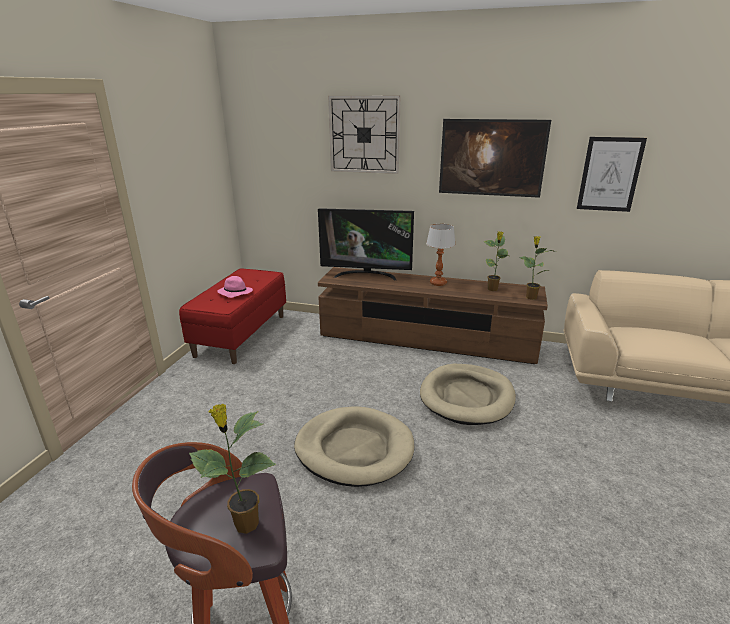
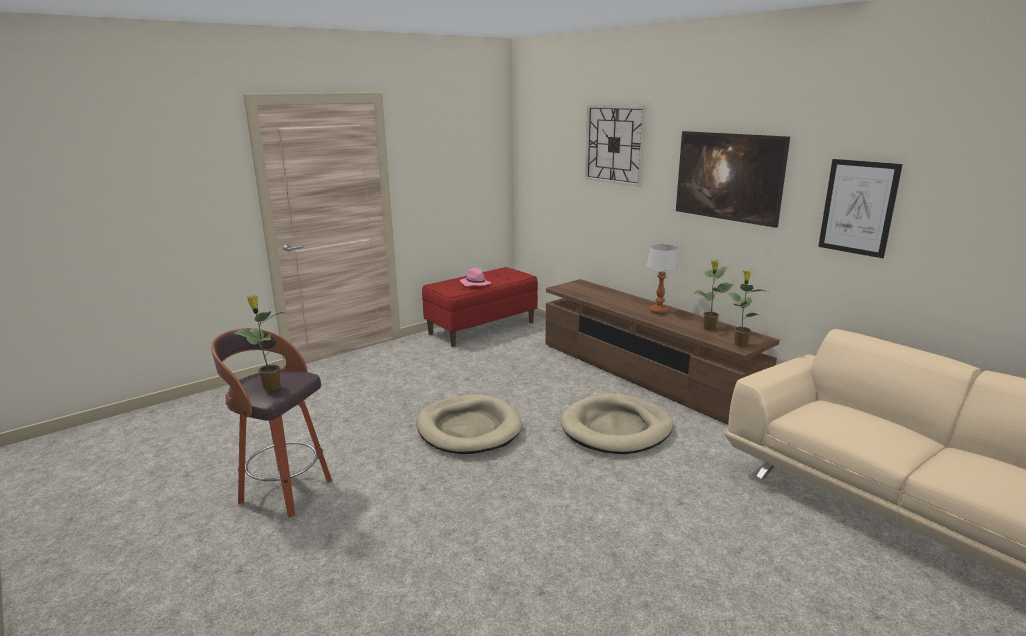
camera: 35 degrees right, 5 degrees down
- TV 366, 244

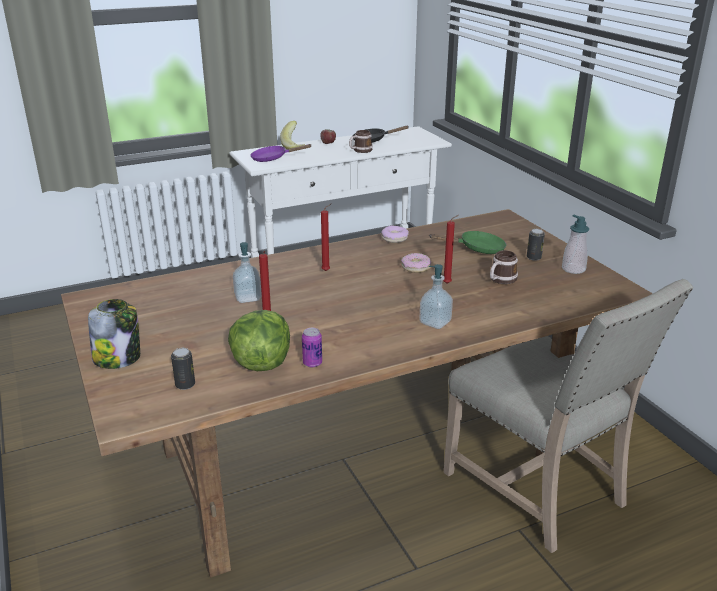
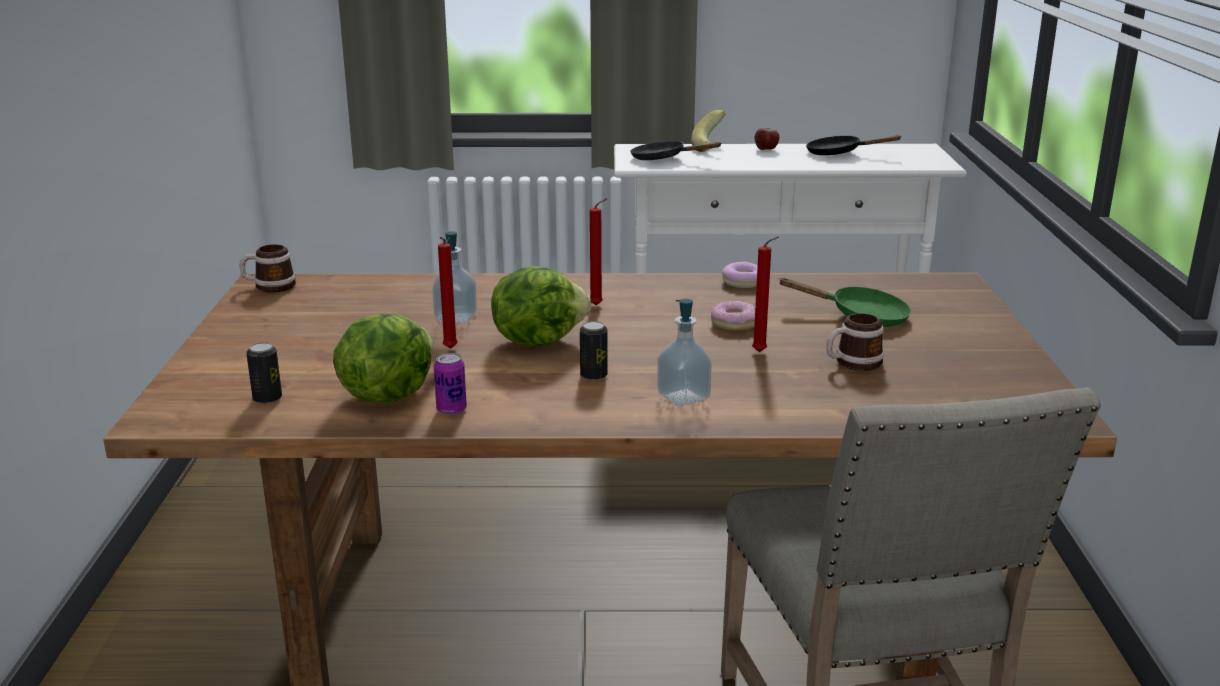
camera: 25 degrees right, 5 degrees down
- preserve jar 114, 334
- liquid soap bottle 575, 244
+ lettuce head 541, 306
~ mug 361, 141 to 268, 268
~ sealed can 536, 245 to 594, 350
~ purplish pan 281, 153 to blackish pan 676, 150

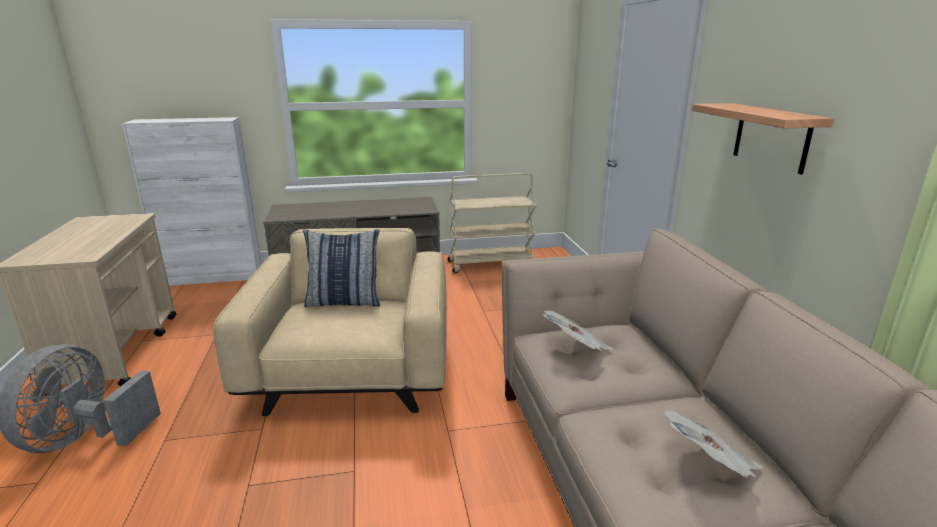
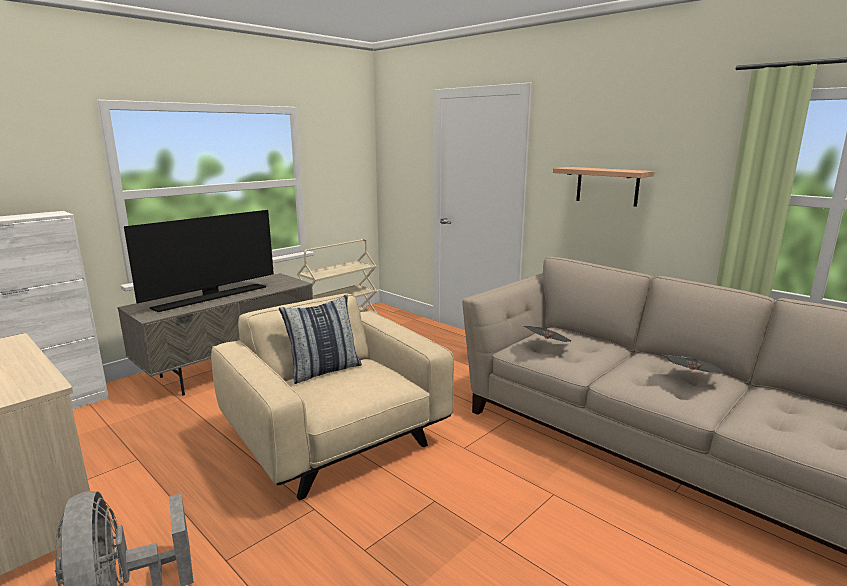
camera: 35 degrees left, 5 degrees down
+ TV 199, 261

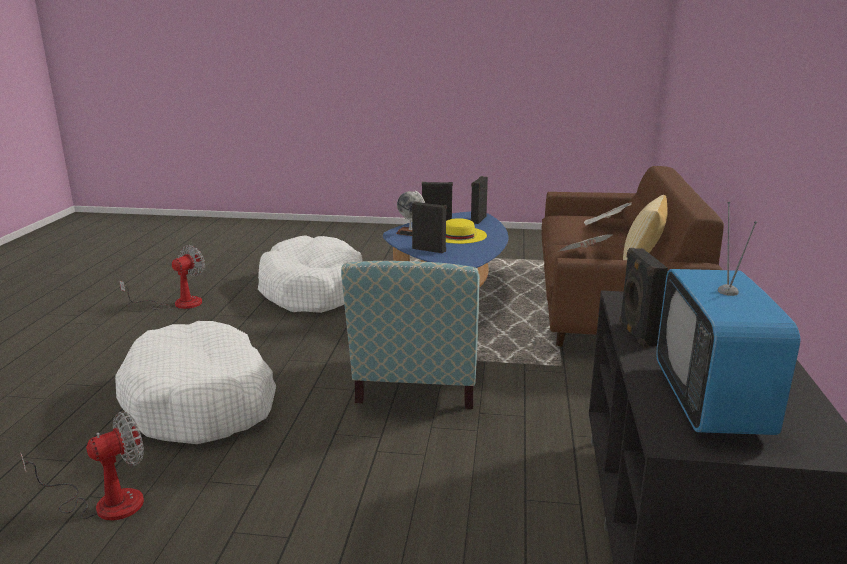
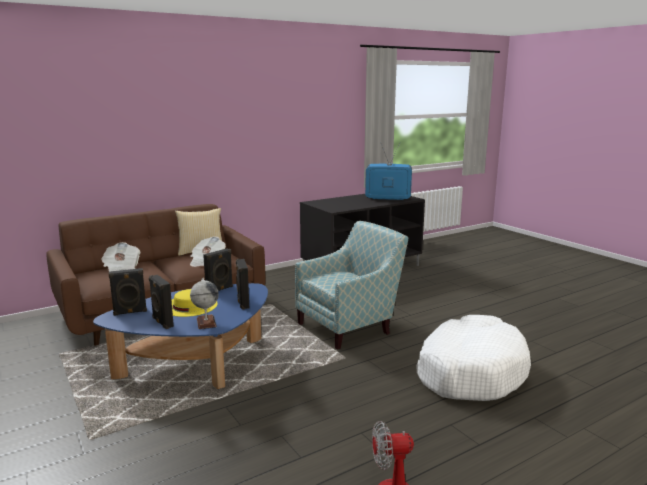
camera: 130 degrees left, 5 degrees down
- electric fan 82, 466
- white dog cushion 310, 274
~ blackish speaker 643, 298 to 218, 269
~ TV 728, 318 = 388, 171 135 degrees counterclockwise

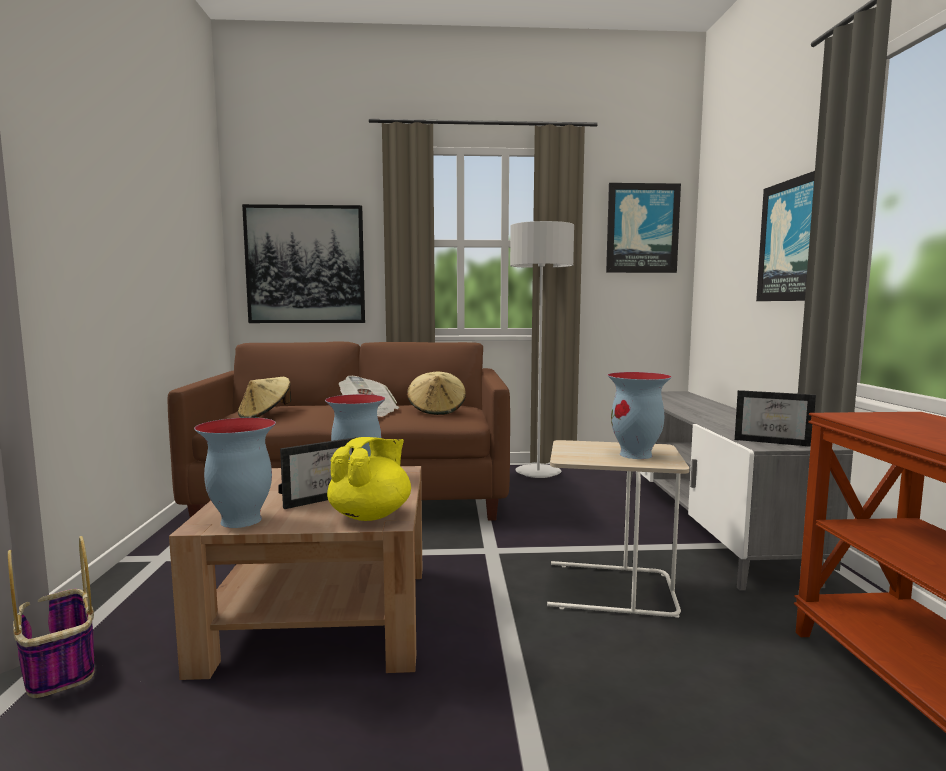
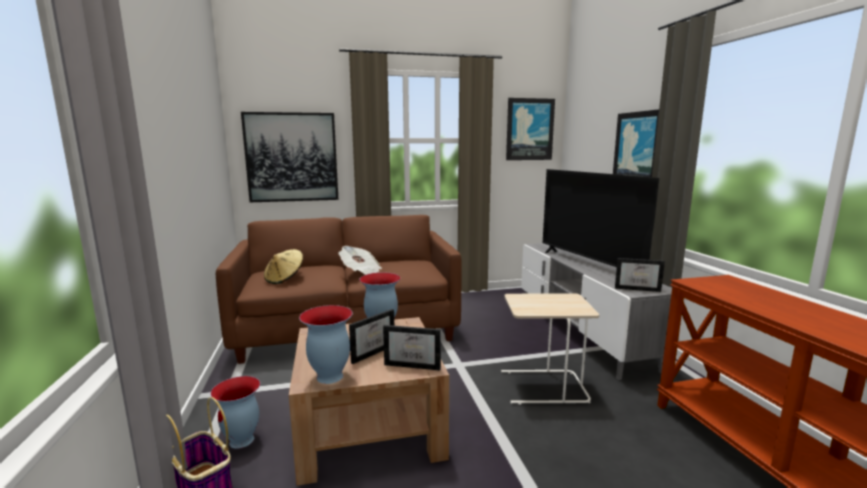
camera: 10 degrees left, 5 degrees up
- beige-coloured clothing hat 436, 393
- greyish standing lamp 542, 349
+ TV 601, 218
~ flower vase 640, 415 to 235, 412
~ yellow tea pot 369, 479 to picture frame 412, 347

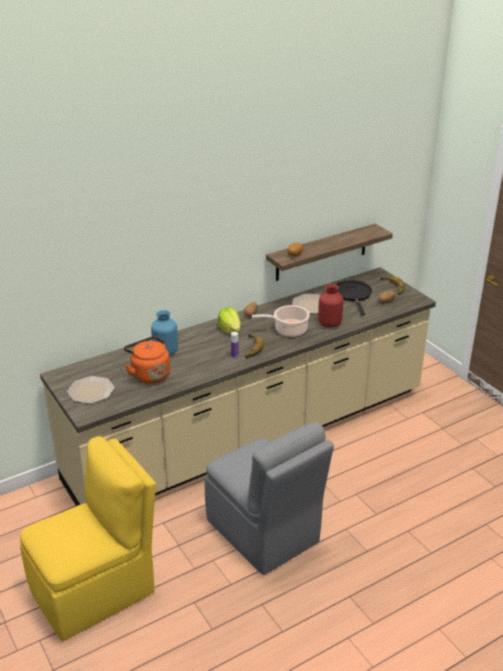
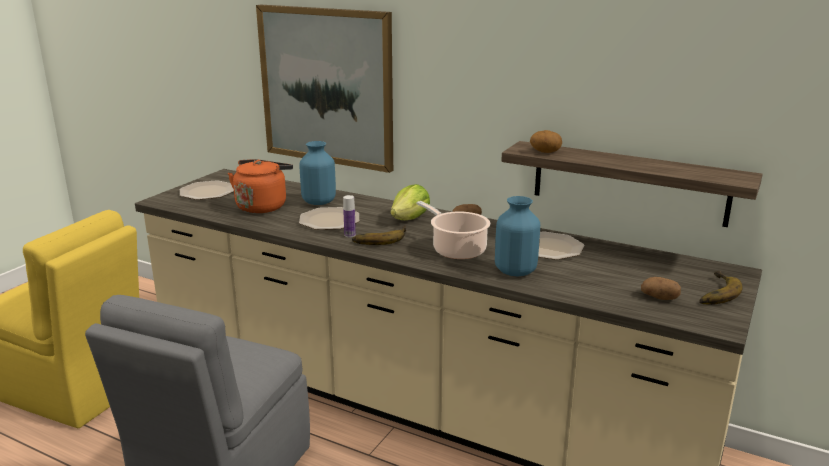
camera: 60 degrees right, 10 degrees down
- blackish pan 354, 298
+ picture 324, 89
+ flat dish 329, 218
~ reddish flower vase 330, 306 to bluish flower vase 517, 236

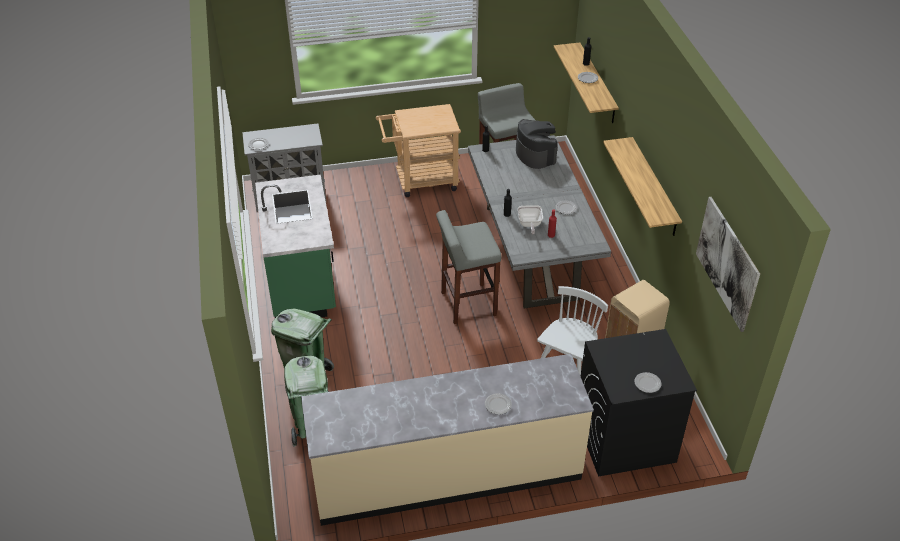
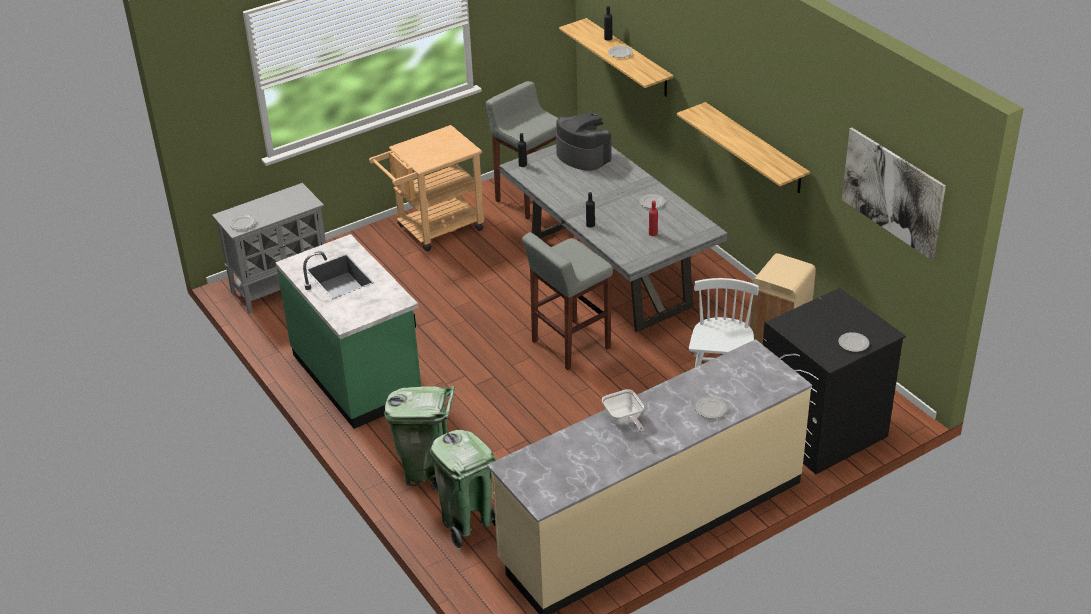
camera: 20 degrees left, 5 degrees down
~ pan 530, 219 to 623, 411

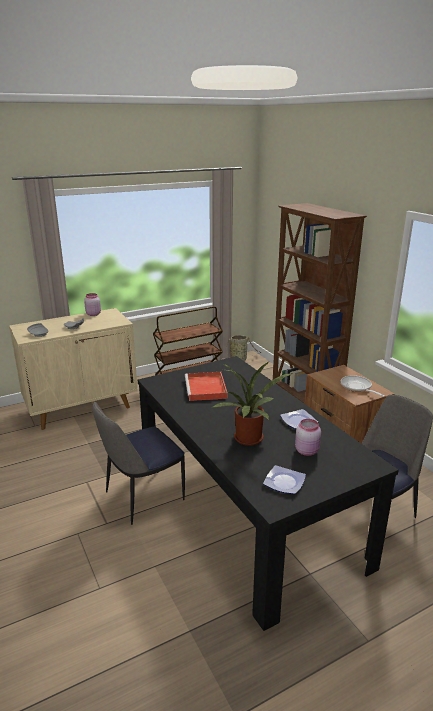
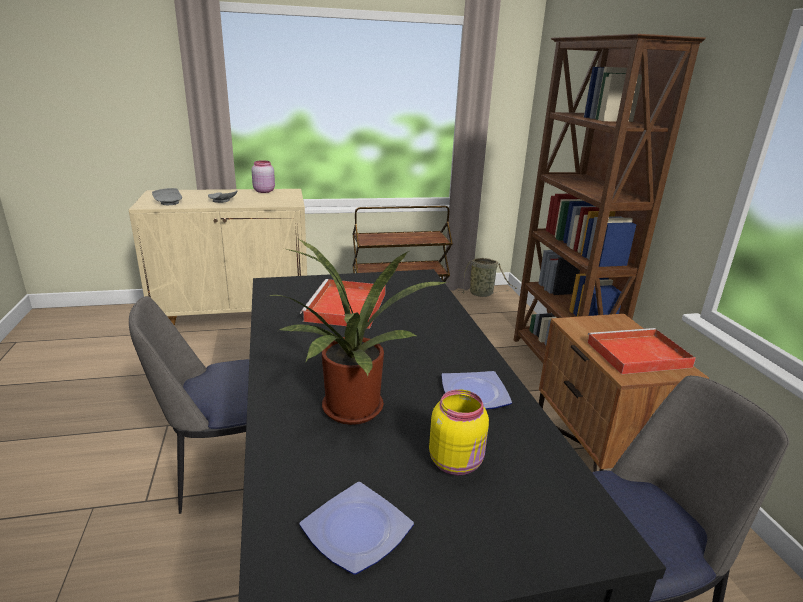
camera: 15 degrees right, 0 degrees up
~ pan 363, 386 to reddish serving tray 641, 351
~ pink preserve jar 308, 437 to yellow preserve jar 459, 432

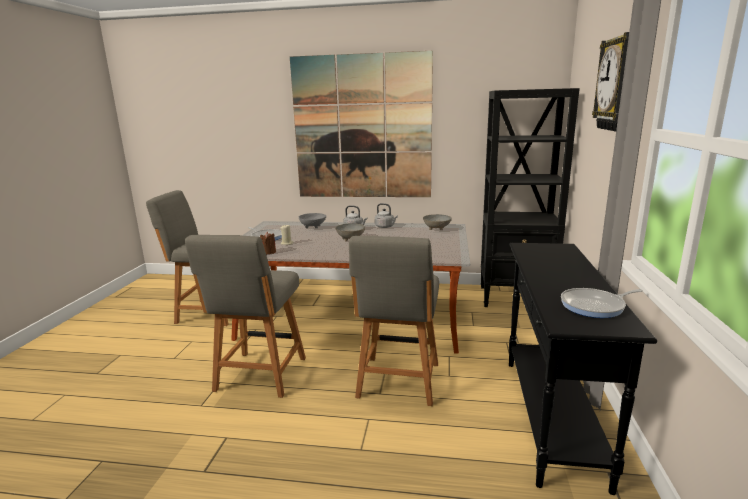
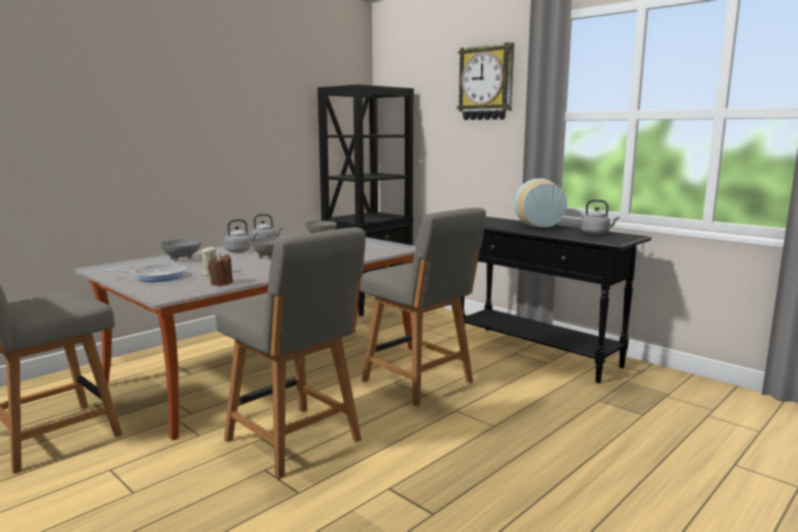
camera: 55 degrees left, 5 degrees down
- picture 361, 124
+ flower vase 540, 202
~ pan 602, 303 to greyish tea kettle 600, 217

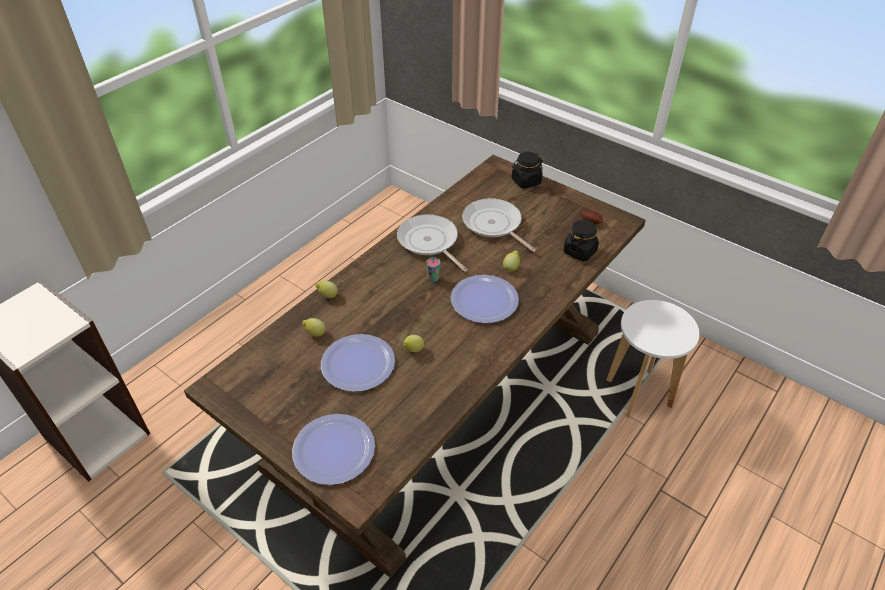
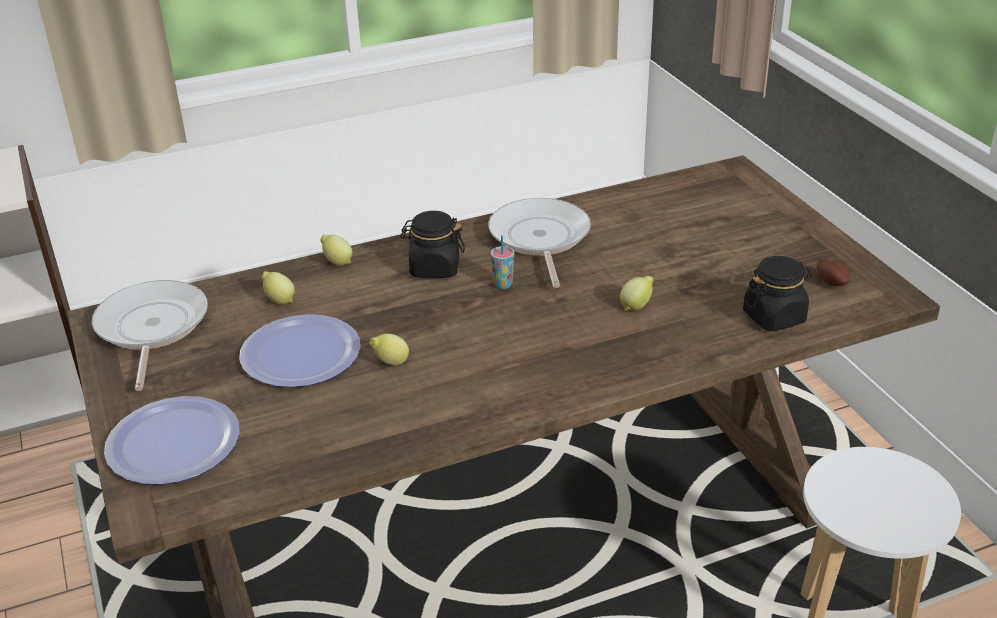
camera: 30 degrees right, 10 degrees down
- flat dish 485, 299
~ pan 499, 225 to 150, 335
~ blackish preserve jar 527, 170 to 432, 244

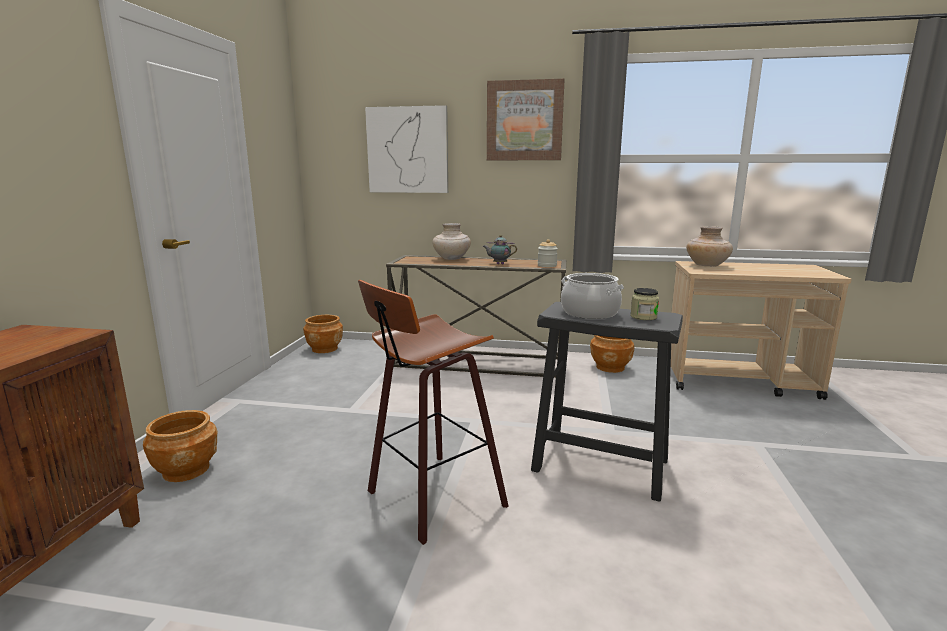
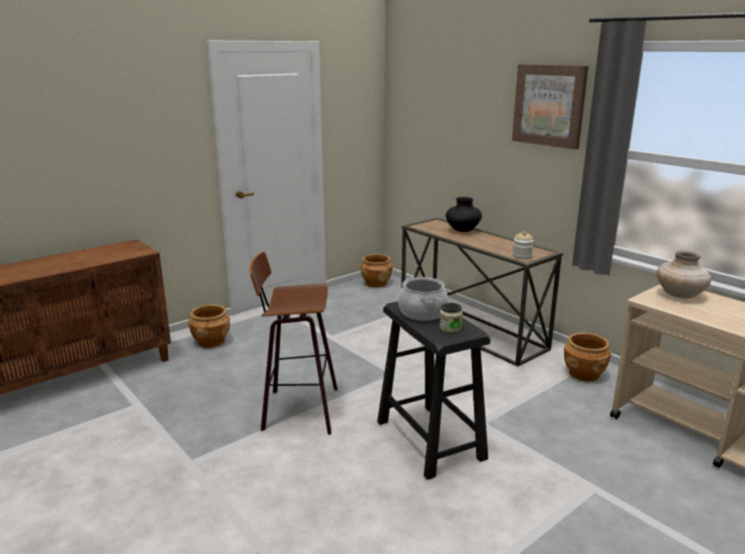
camera: 40 degrees right, 5 degrees up
- picture 406, 149
- tea pot 500, 249
~ beige-coloured flower vase 451, 241 to blackish flower vase 464, 214

